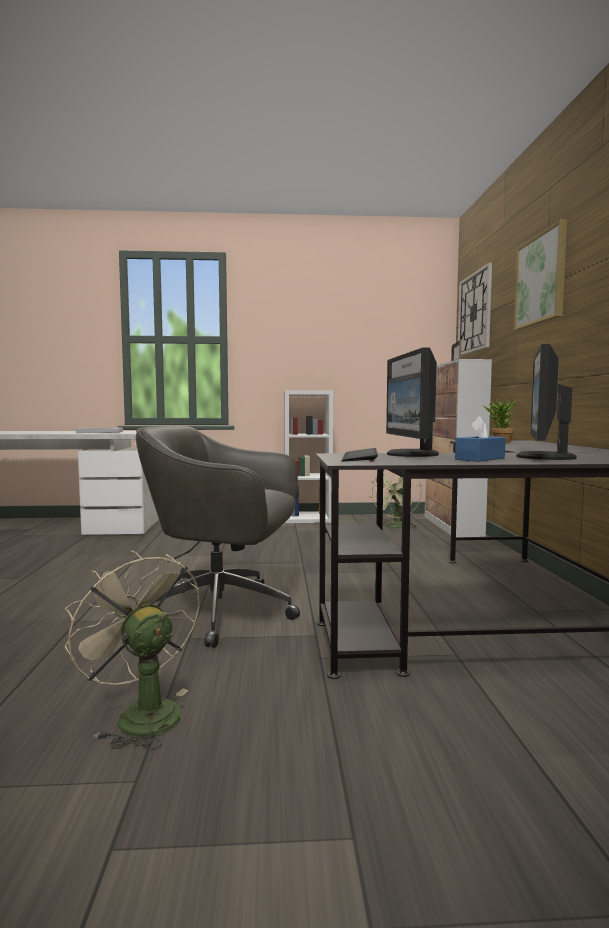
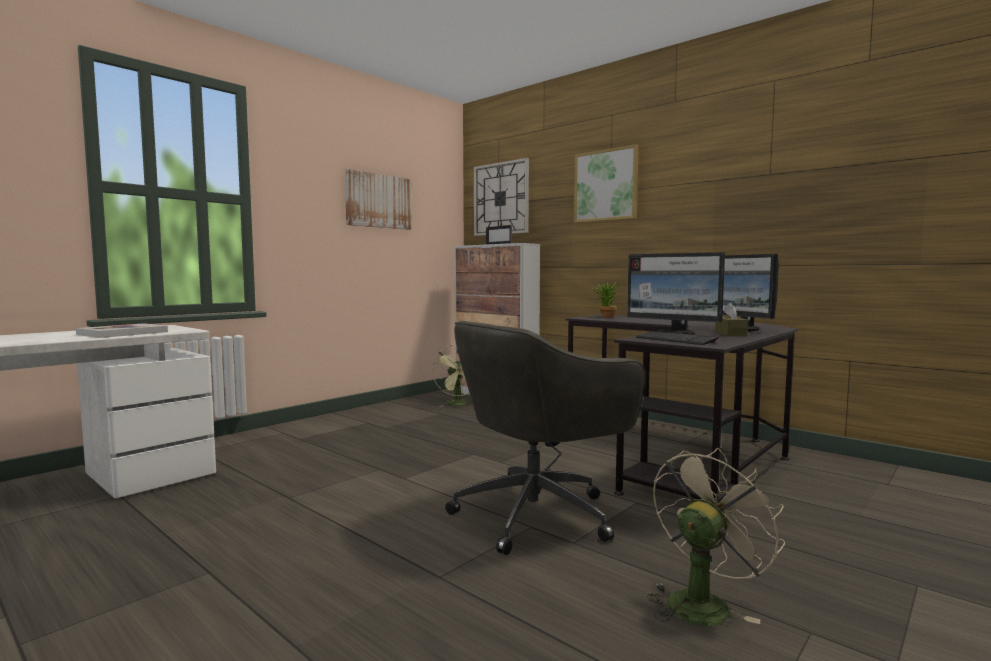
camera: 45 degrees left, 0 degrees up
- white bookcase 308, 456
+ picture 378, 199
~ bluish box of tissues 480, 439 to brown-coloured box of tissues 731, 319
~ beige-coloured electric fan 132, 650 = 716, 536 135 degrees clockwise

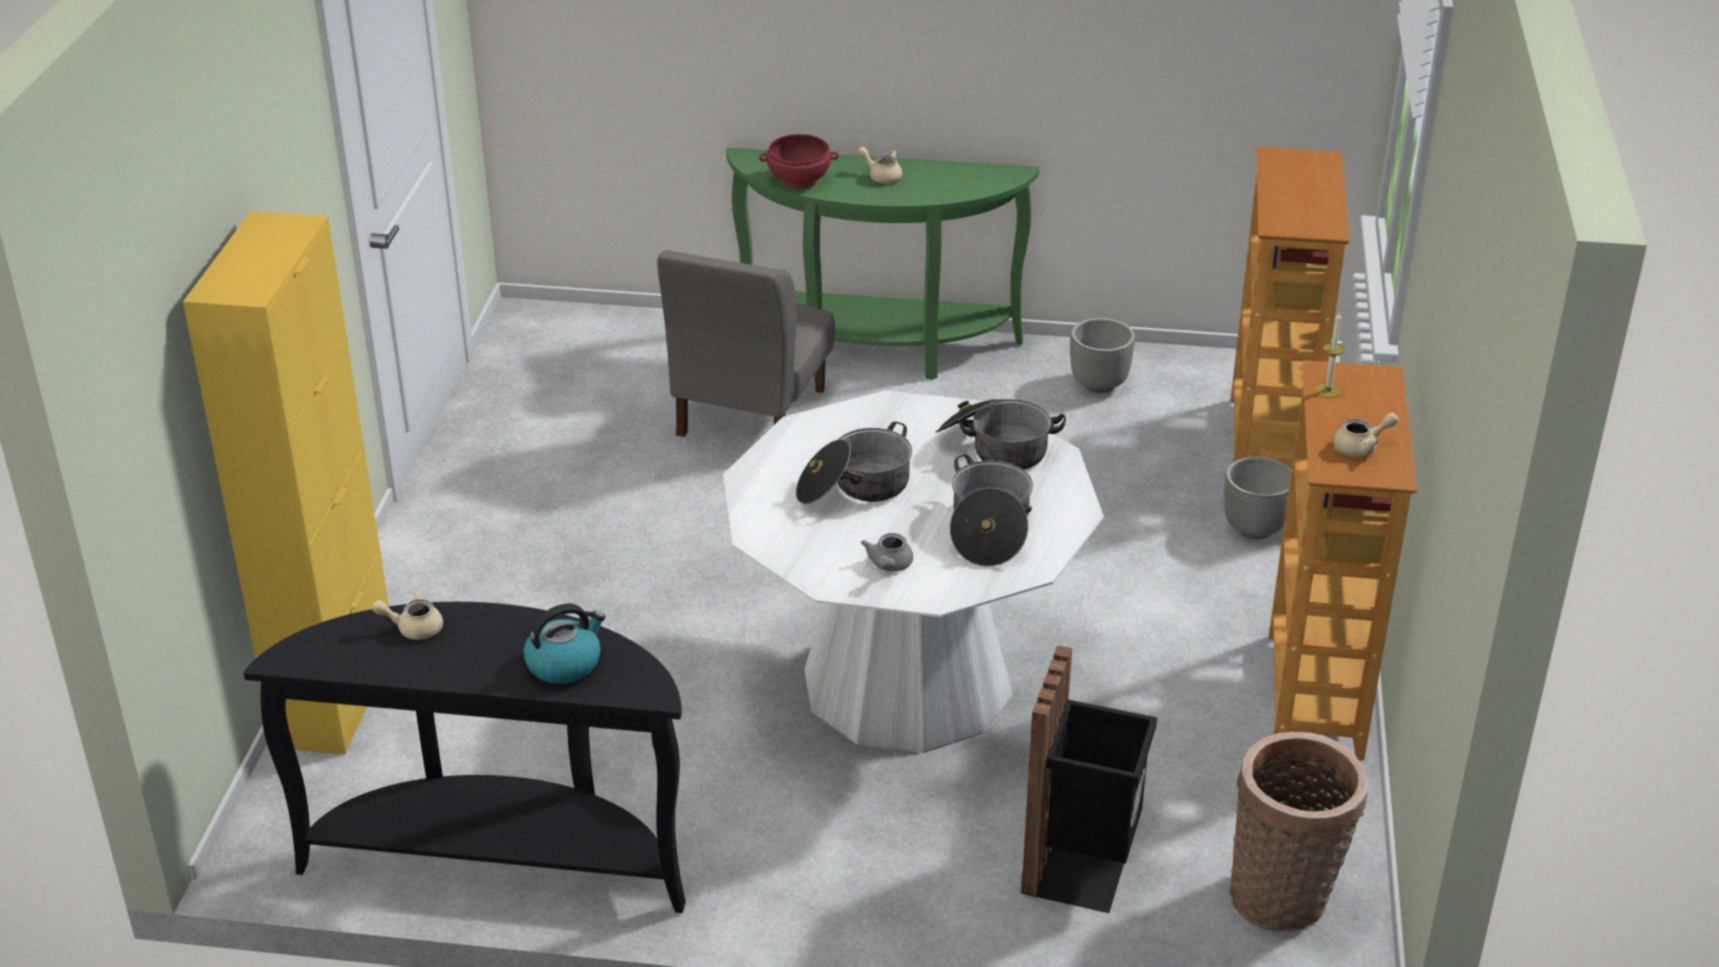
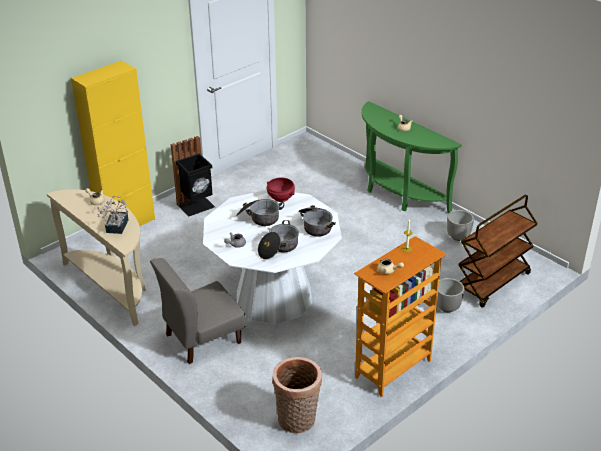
camera: 40 degrees right, 0 degrees up
~ greyish chair 746, 343 to 198, 311
~ reddish deep dish 799, 161 to 281, 190
~ blackish waste bin 1089, 779 to 192, 176
~ tea kettle 564, 643 to plant in a pot 113, 215
~ bookcase 1290, 308 to brown-coloured wheeled cart 498, 251
~ blackish console table 465, 757 to beige-coloured console table 96, 257

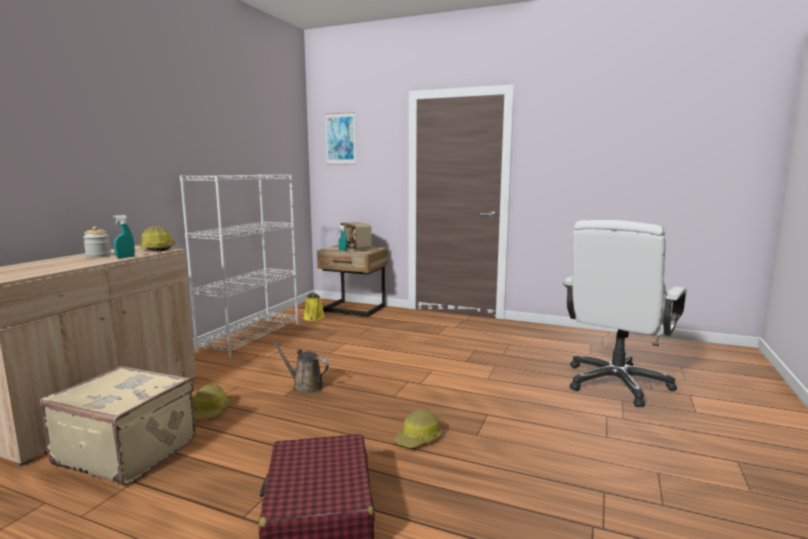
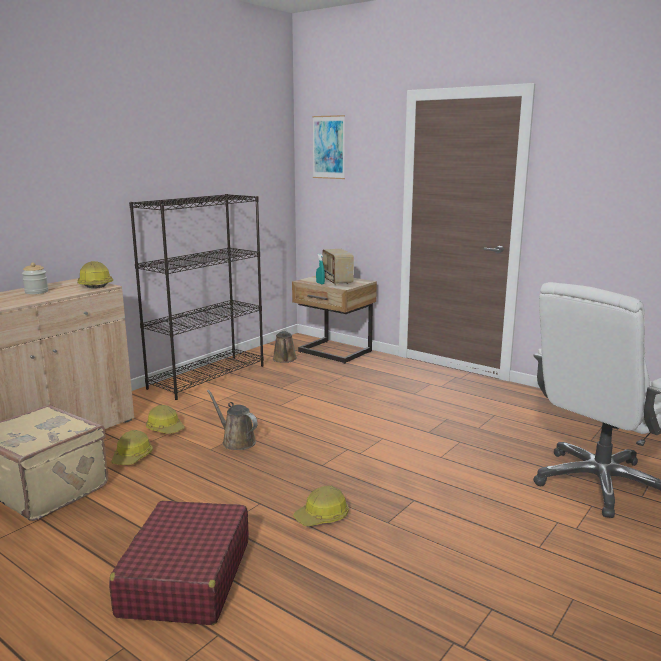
camera: 15 degrees right, 5 degrees up
- turquoise sprayer 124, 236
+ safety helmet 165, 419
~ white bookcase 239, 266 to blackish bookcase 196, 297
~ yellow watering can 314, 307 to brown-coloured watering can 285, 346

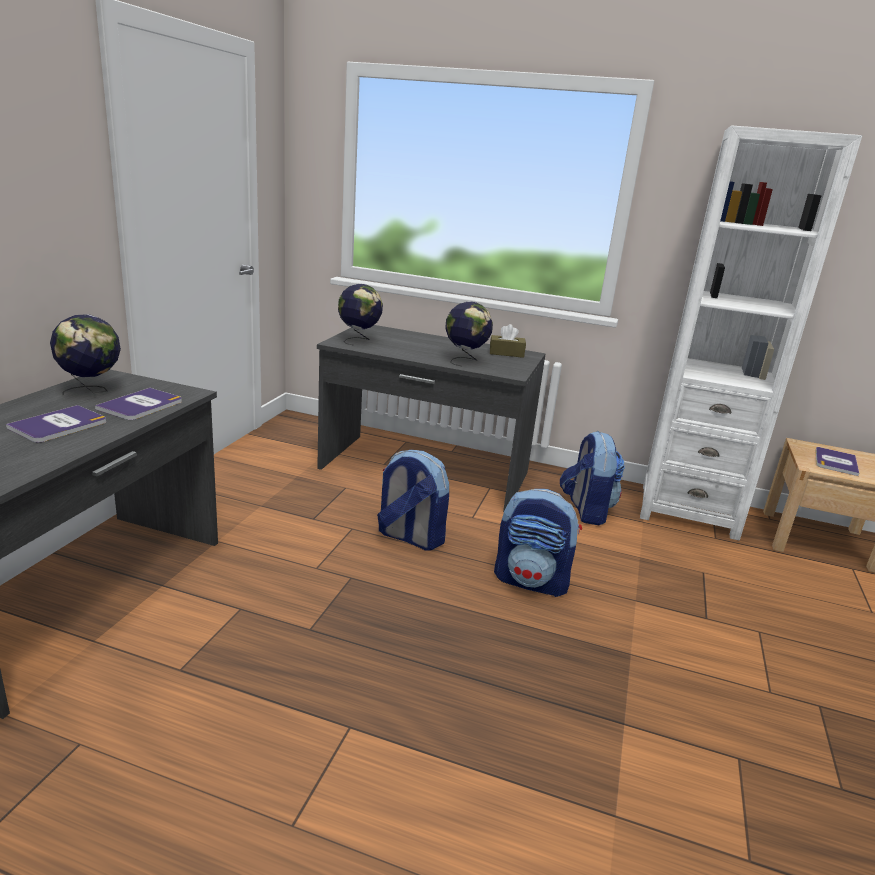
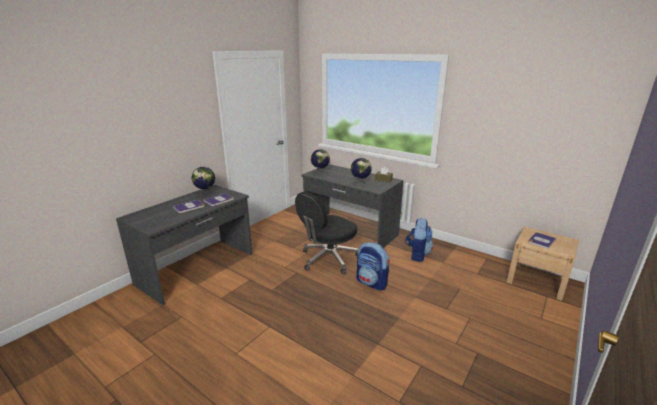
camera: 20 degrees right, 0 degrees up
- white bookcase 751, 333
~ rucksack 413, 500 to blackish desk chair 327, 233

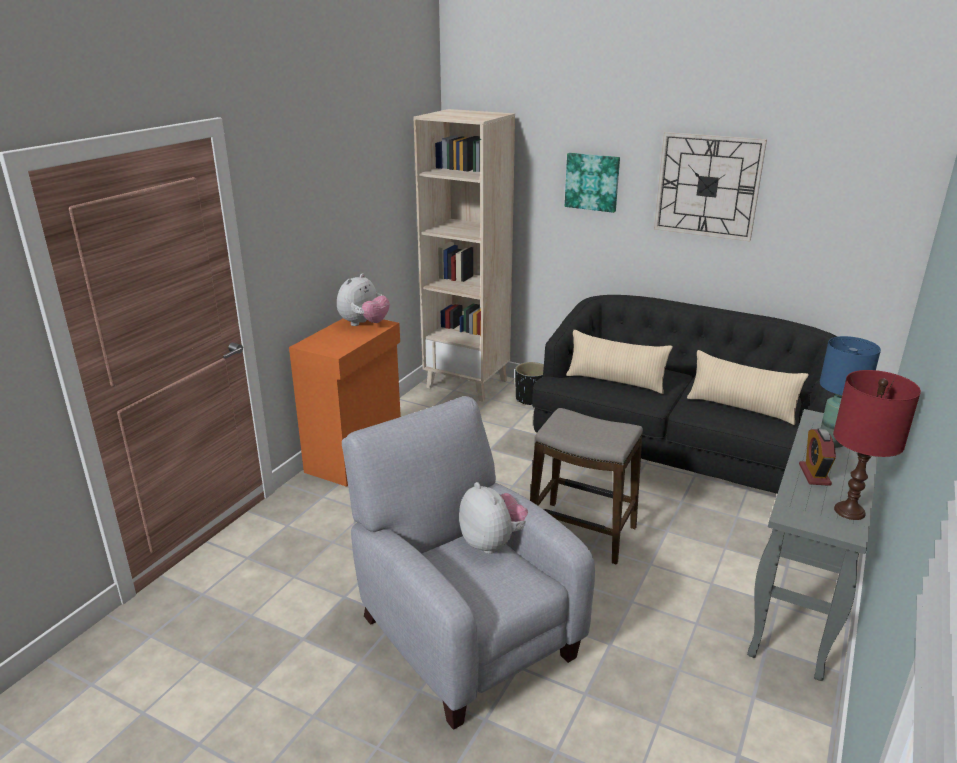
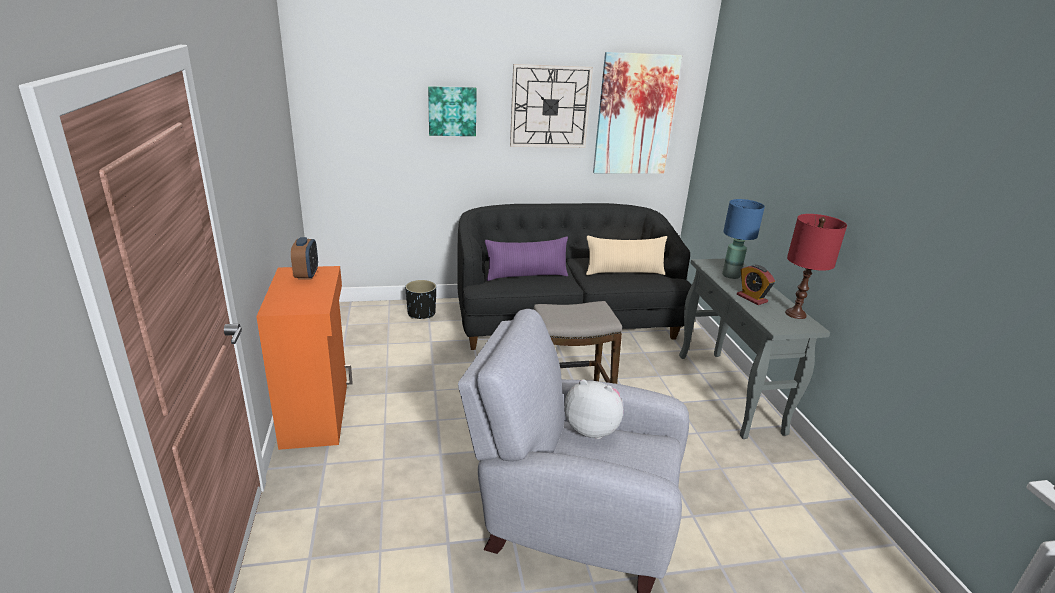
camera: 40 degrees left, 0 degrees up
- beige-coloured bookcase 464, 255
+ picture 637, 113
~ soft toy 363, 299 to bedside clock 304, 258
~ beige-coloured throw pillow 619, 362 to purplish throw pillow 526, 259

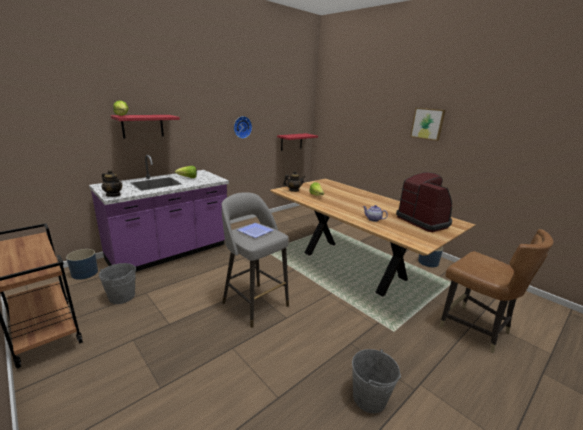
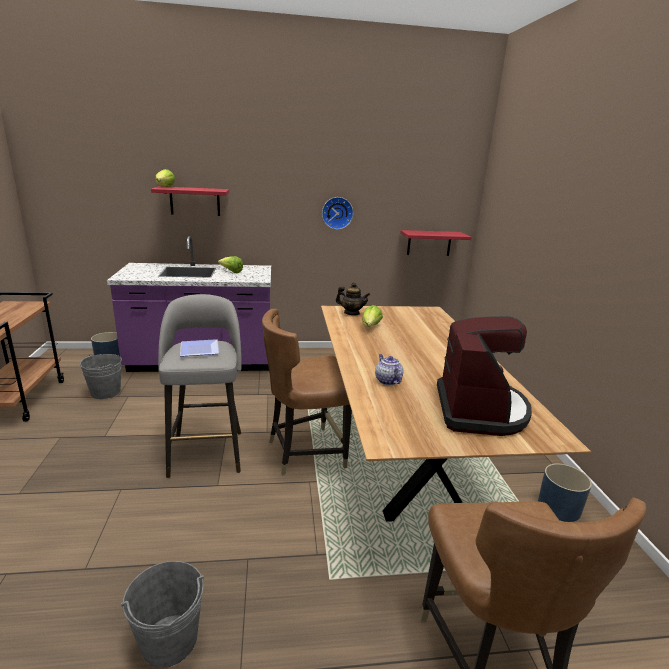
camera: 35 degrees right, 0 degrees up
- tea pot 112, 183
- picture 428, 124
+ brown-coloured chair 307, 392

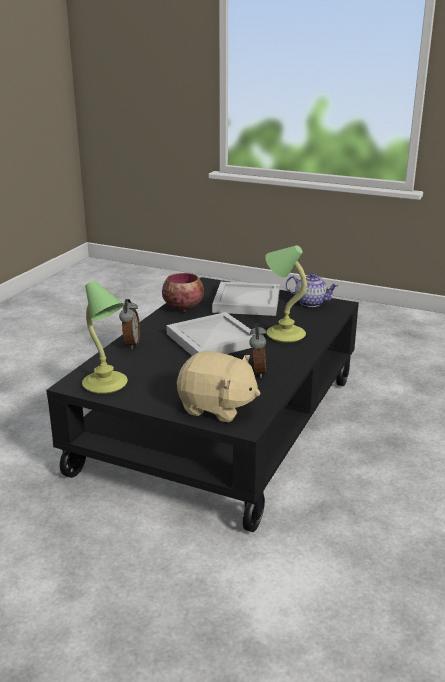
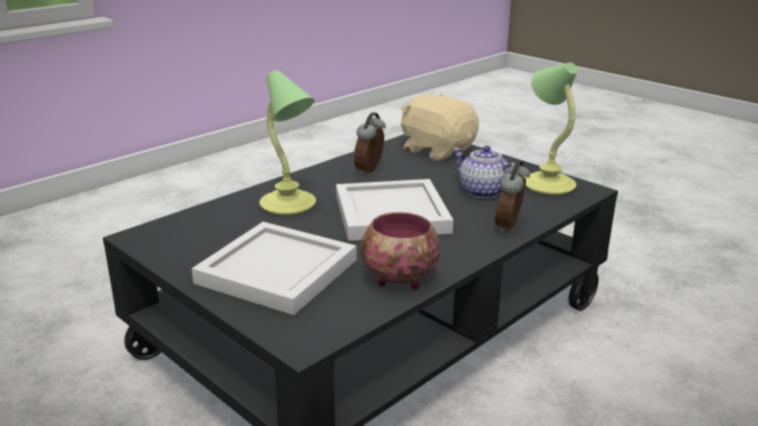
camera: 160 degrees left, 0 degrees up
~ tea pot 312, 290 to 487, 172

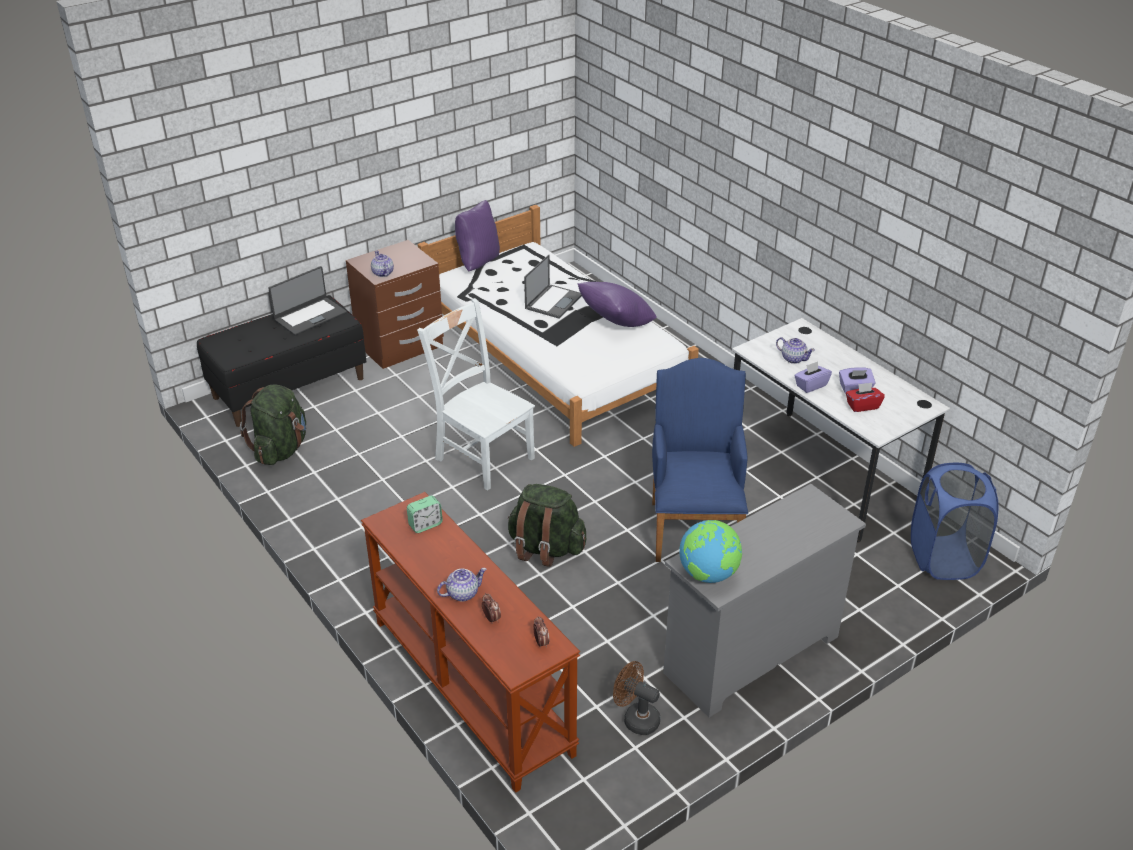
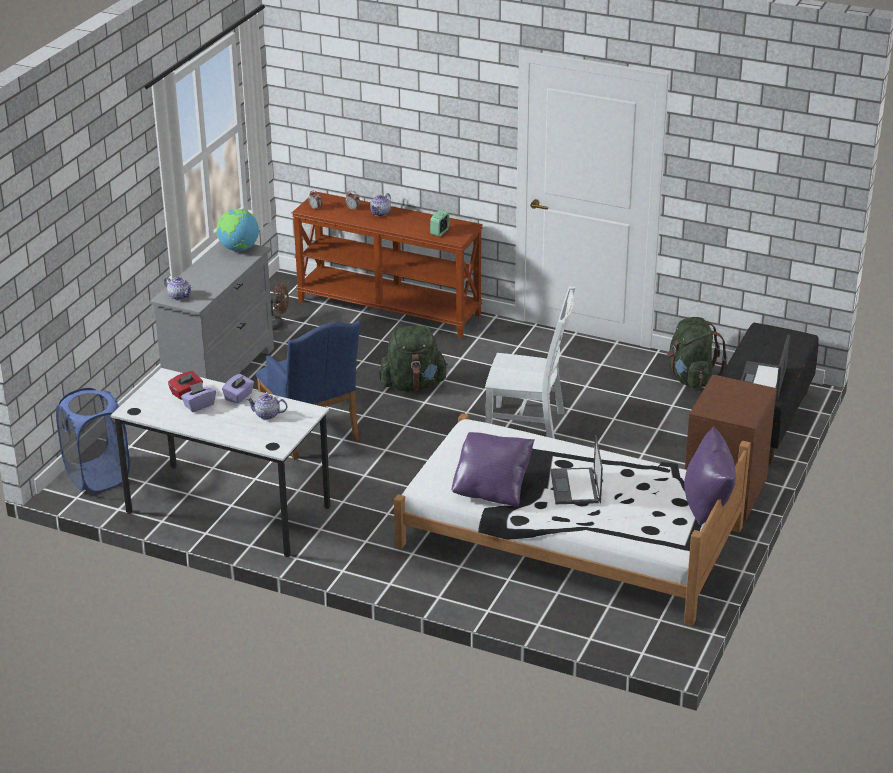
camera: 150 degrees right, 5 degrees down
~ tea pot 382, 264 to 178, 288

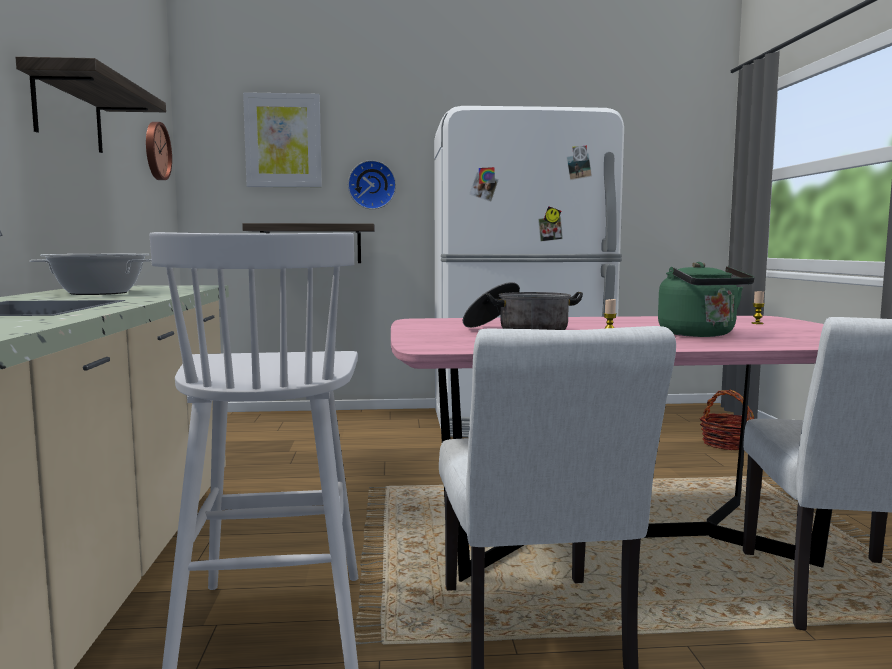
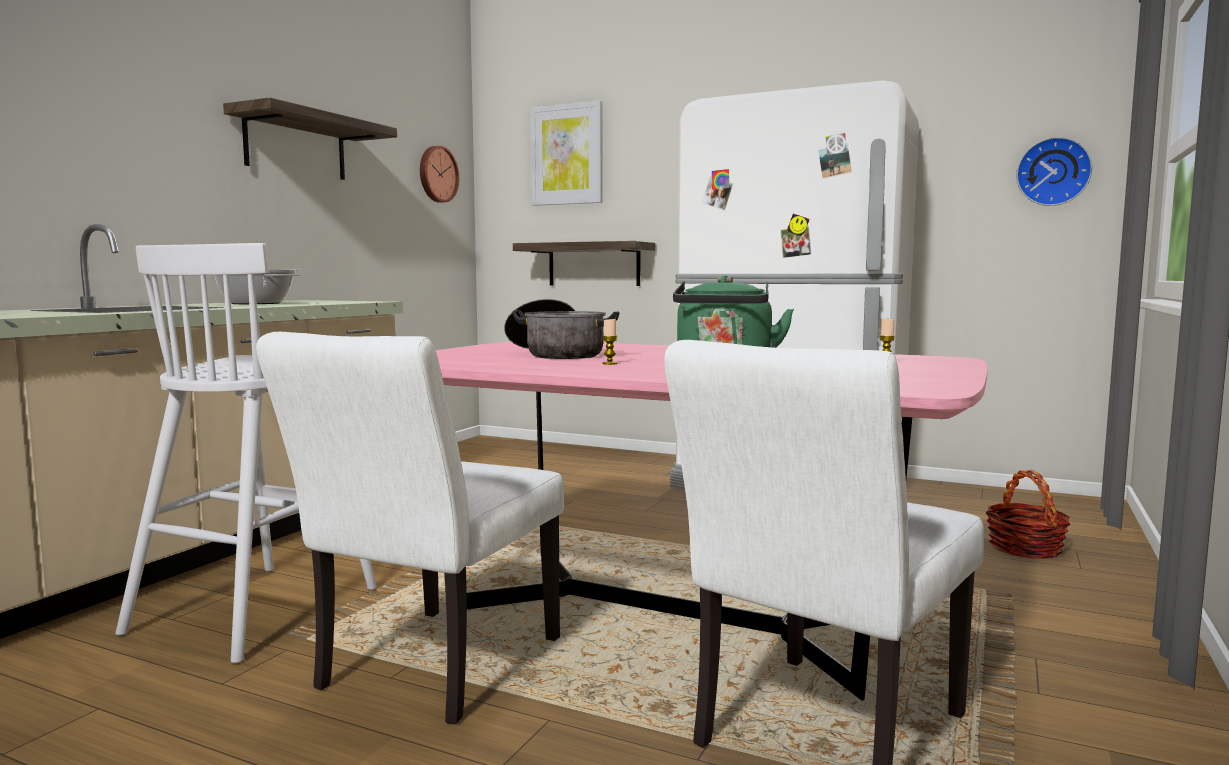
camera: 30 degrees right, 0 degrees up
~ wall clock 372, 184 to 1054, 171

